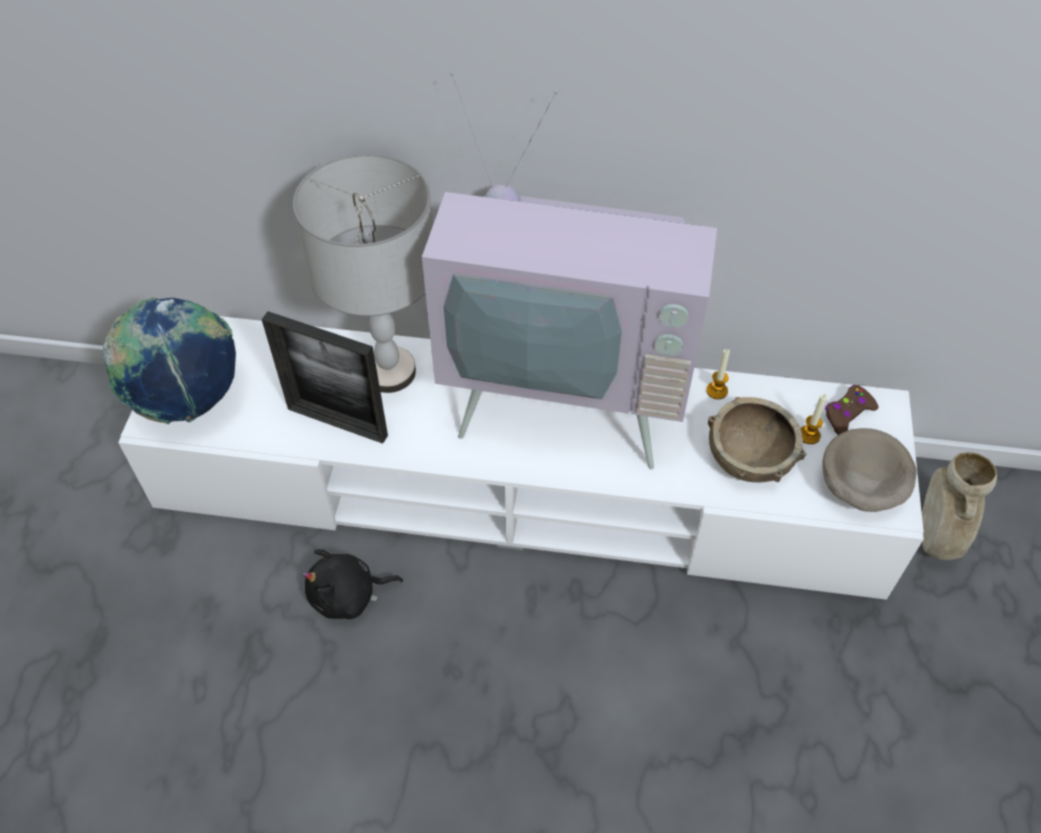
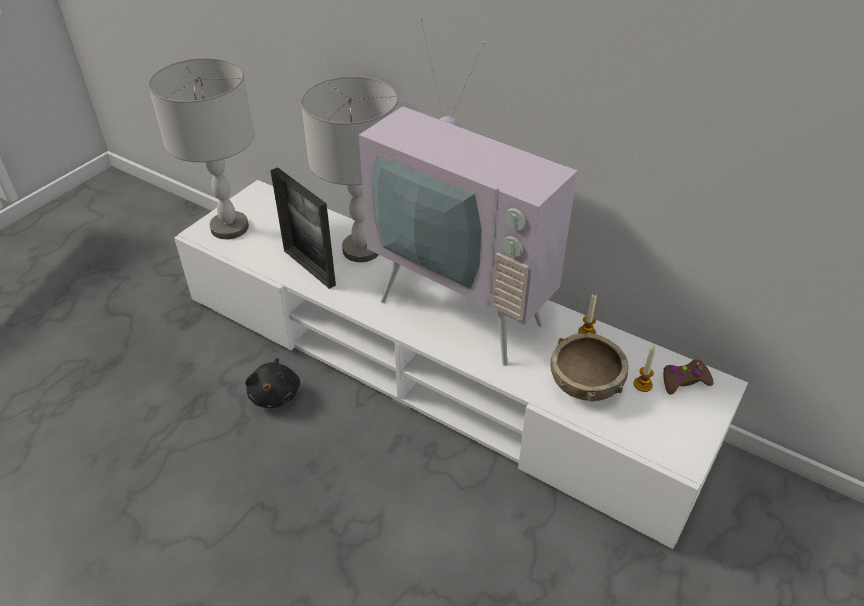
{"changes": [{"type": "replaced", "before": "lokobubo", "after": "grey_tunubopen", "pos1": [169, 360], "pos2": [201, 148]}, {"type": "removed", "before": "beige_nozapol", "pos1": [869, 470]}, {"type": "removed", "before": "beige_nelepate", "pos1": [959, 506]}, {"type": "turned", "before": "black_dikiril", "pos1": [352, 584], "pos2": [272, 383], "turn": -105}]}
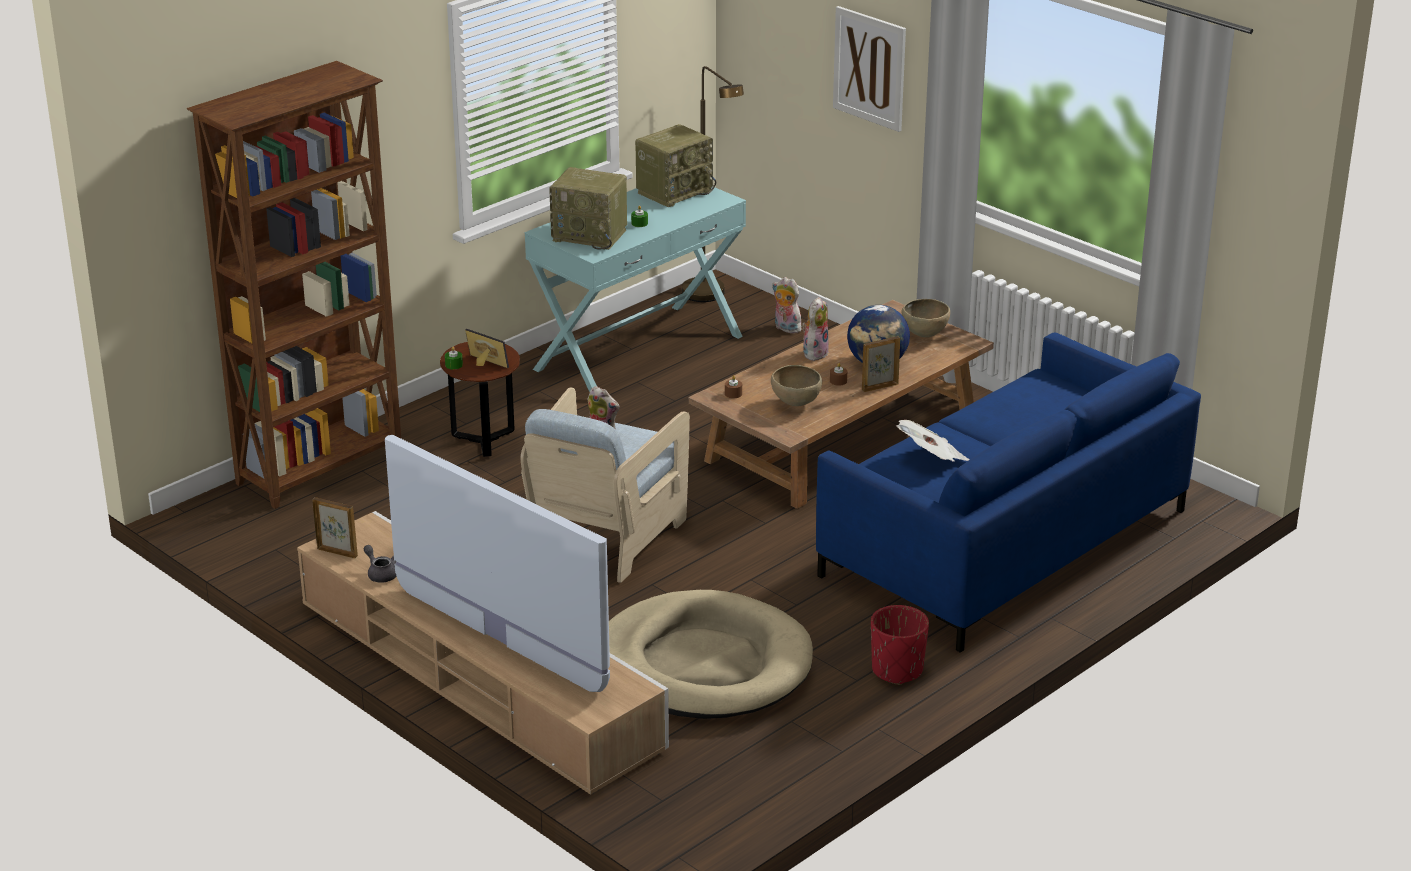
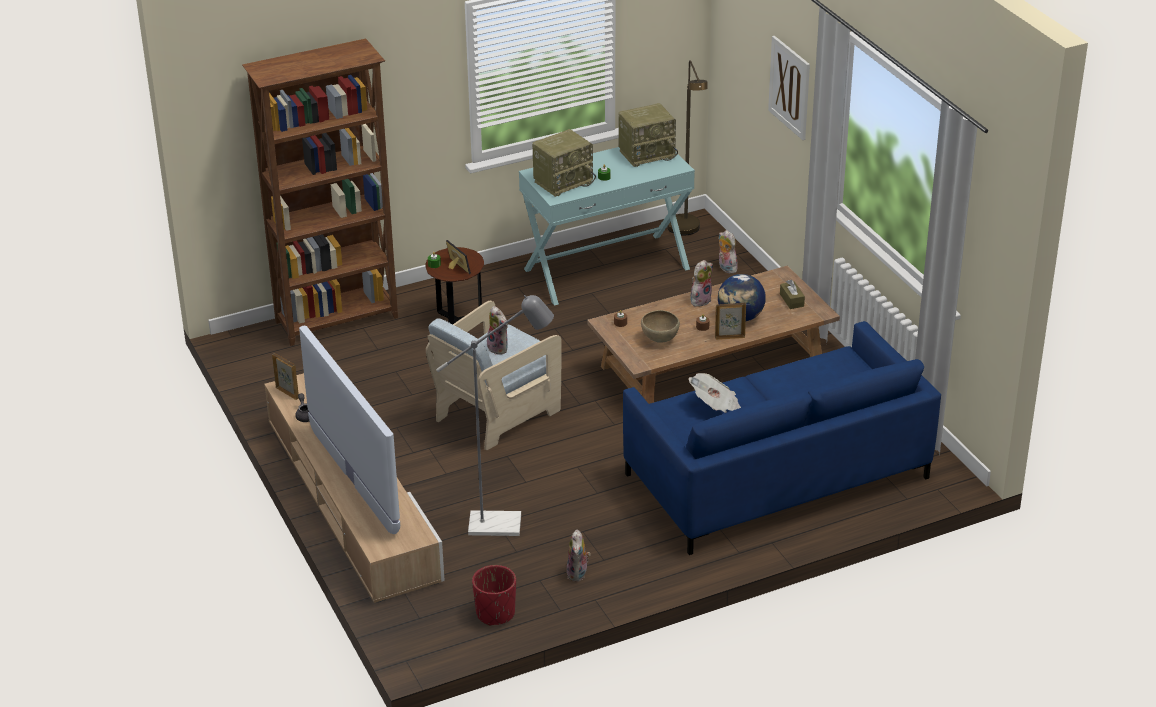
{"changes": [{"type": "turned", "before": "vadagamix", "pos1": [588, 208], "pos2": [564, 163], "turn": -75}, {"type": "replaced", "before": "brown_nozapol", "after": "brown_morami", "pos1": [926, 318], "pos2": [792, 294]}, {"type": "replaced", "before": "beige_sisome", "after": "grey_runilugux", "pos1": [711, 654], "pos2": [495, 415]}, {"type": "moved", "before": "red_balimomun", "pos1": [900, 645], "pos2": [494, 595]}, {"type": "added", "after": "dikiril", "pos2": [578, 555]}]}
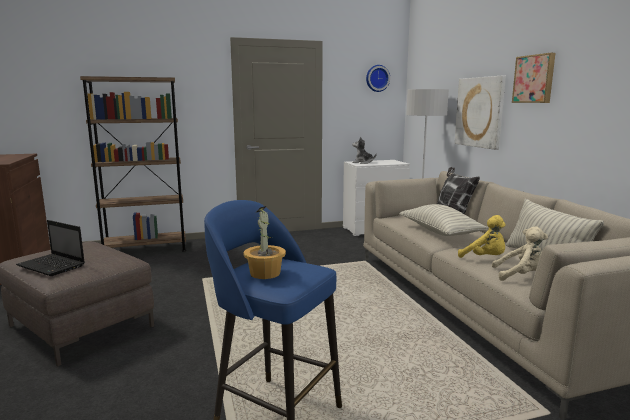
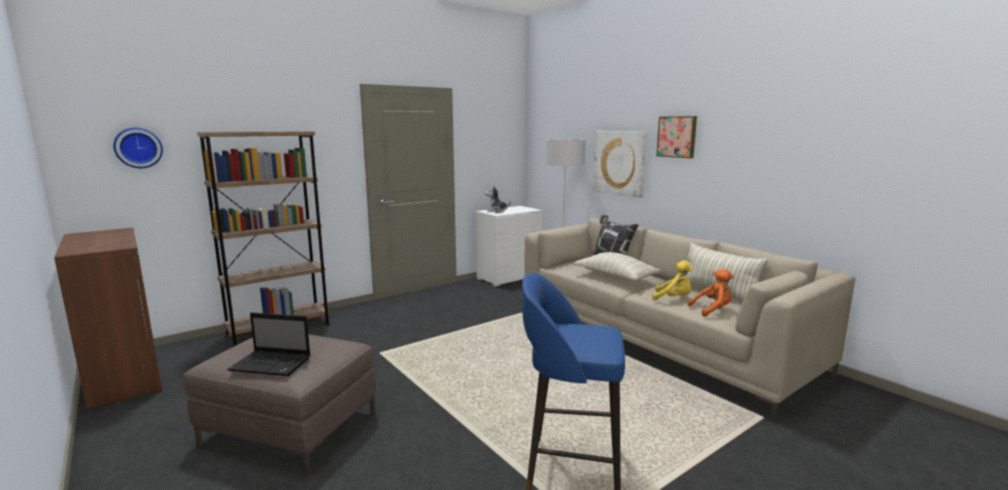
{"changes": [{"type": "moved", "before": "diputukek", "pos1": [378, 78], "pos2": [138, 148]}, {"type": "removed", "before": "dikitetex", "pos1": [265, 242]}, {"type": "recoloured", "before": "beige_dikiril", "after": "orange_dikiril", "pos1": [520, 253], "pos2": [711, 293]}]}
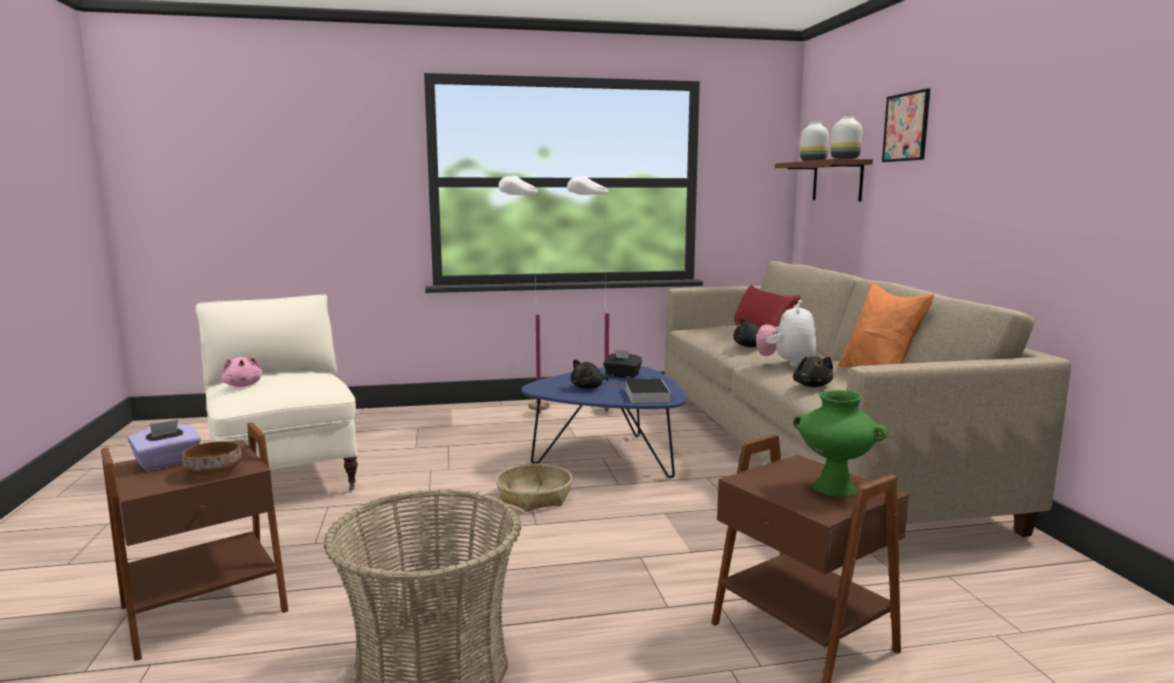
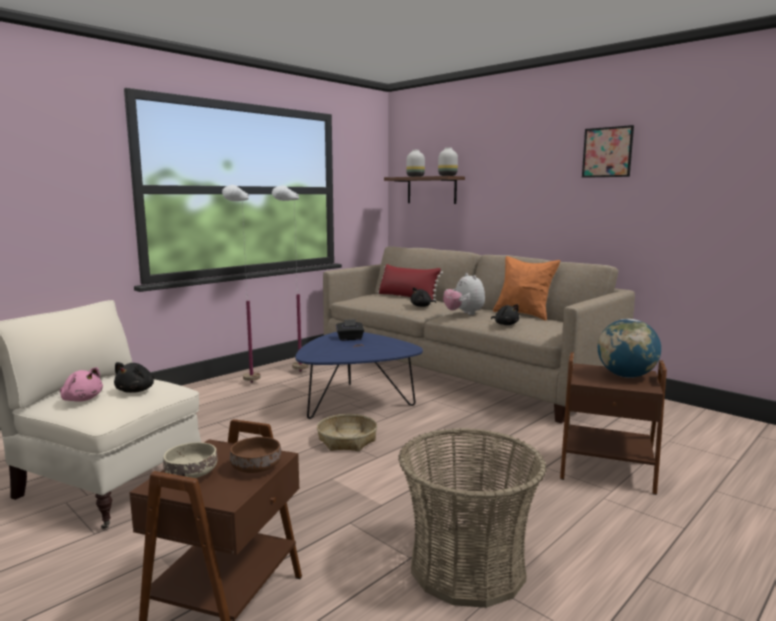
{"changes": [{"type": "moved", "before": "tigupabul", "pos1": [906, 125], "pos2": [608, 151]}, {"type": "moved", "before": "black_dikiril", "pos1": [589, 374], "pos2": [134, 377]}, {"type": "removed", "before": "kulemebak", "pos1": [648, 391]}, {"type": "replaced", "before": "green_nelepate", "after": "lokobubo", "pos1": [840, 444], "pos2": [629, 348]}, {"type": "replaced", "before": "purple_morami", "after": "beige_nozapol", "pos1": [164, 445], "pos2": [190, 460]}]}
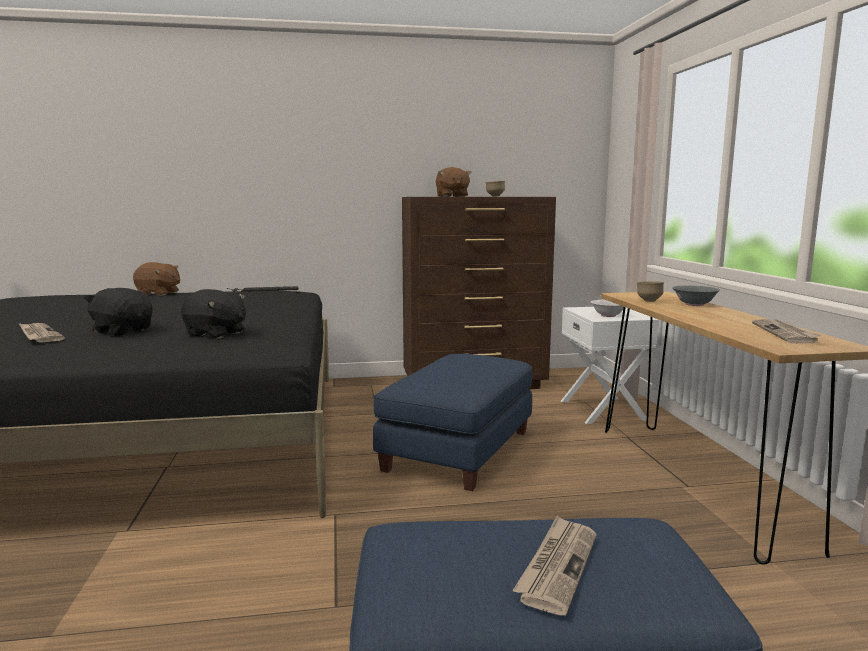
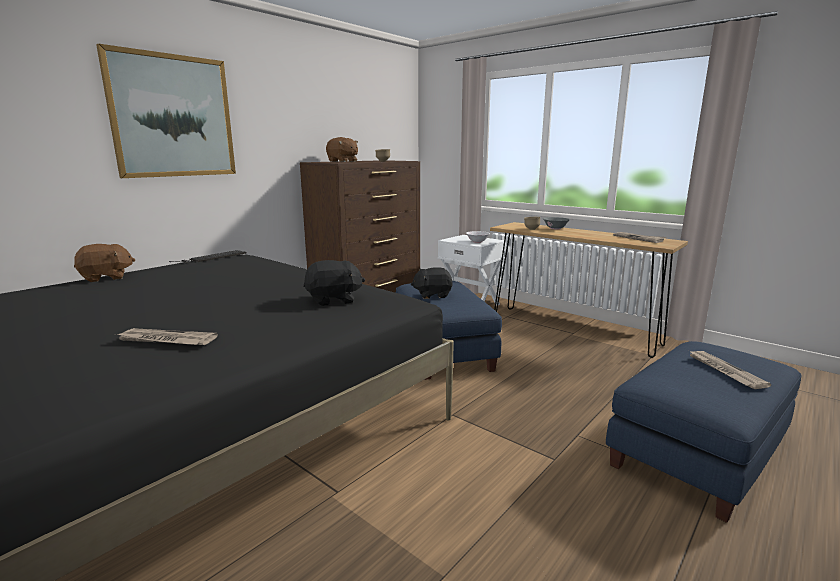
{"changes": [{"type": "moved", "before": "black_dikiril", "pos1": [118, 312], "pos2": [431, 283]}, {"type": "added", "after": "tigupabul", "pos2": [166, 111]}]}
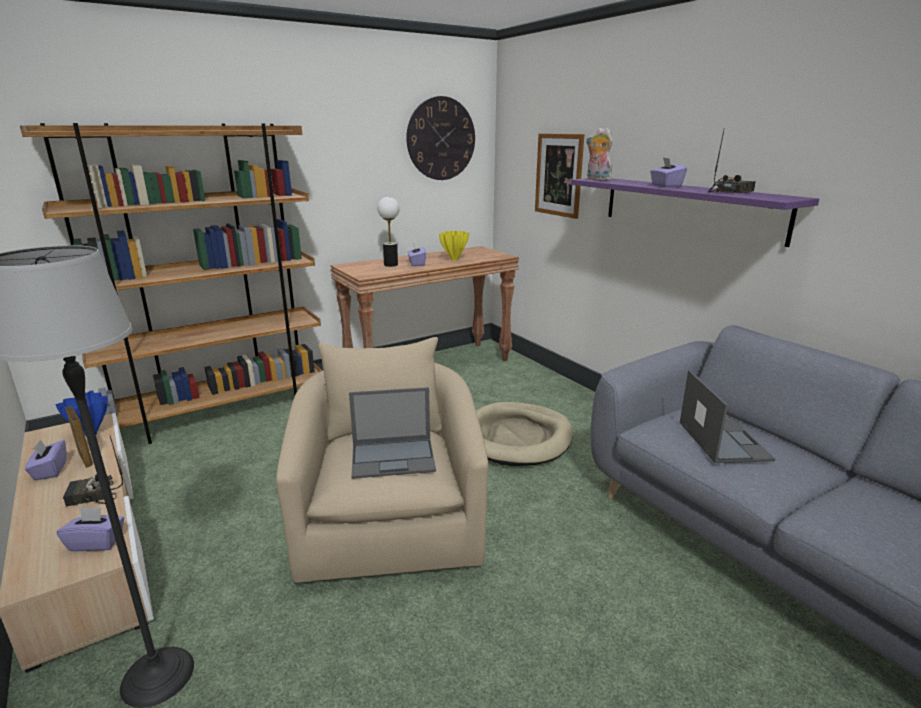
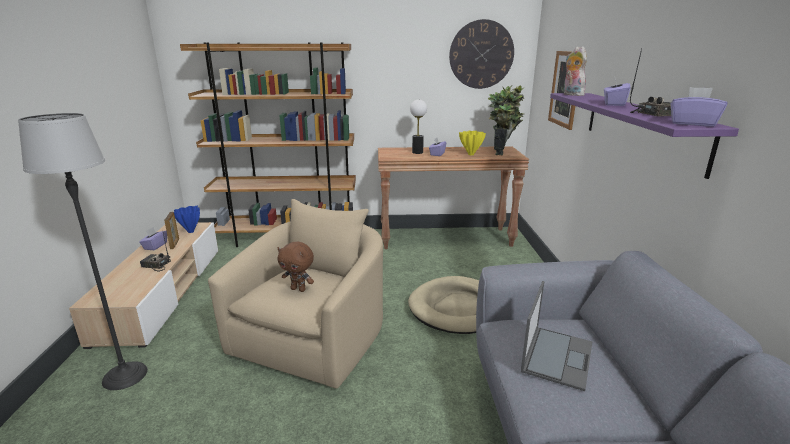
{"changes": [{"type": "replaced", "before": "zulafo", "after": "brown_dikiril", "pos1": [392, 433], "pos2": [296, 267]}, {"type": "moved", "before": "purple_morami", "pos1": [90, 529], "pos2": [699, 106]}, {"type": "added", "after": "dikitetex", "pos2": [506, 120]}]}
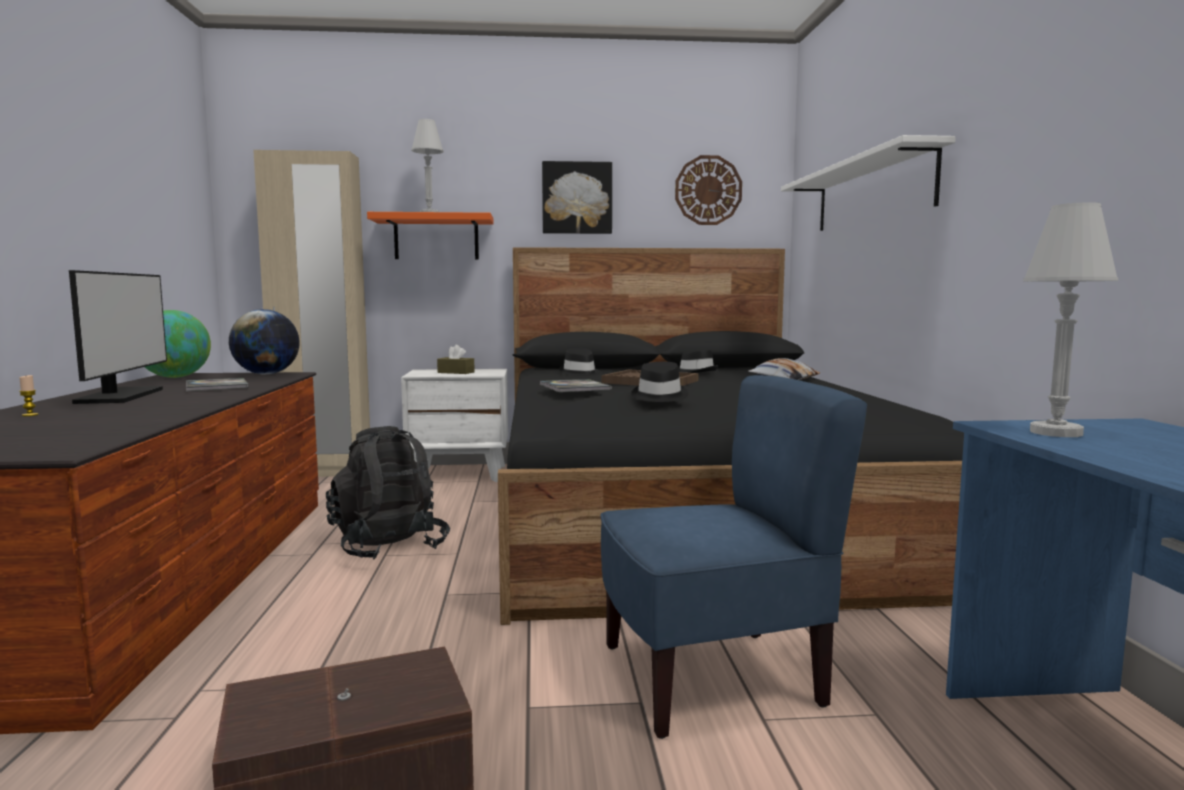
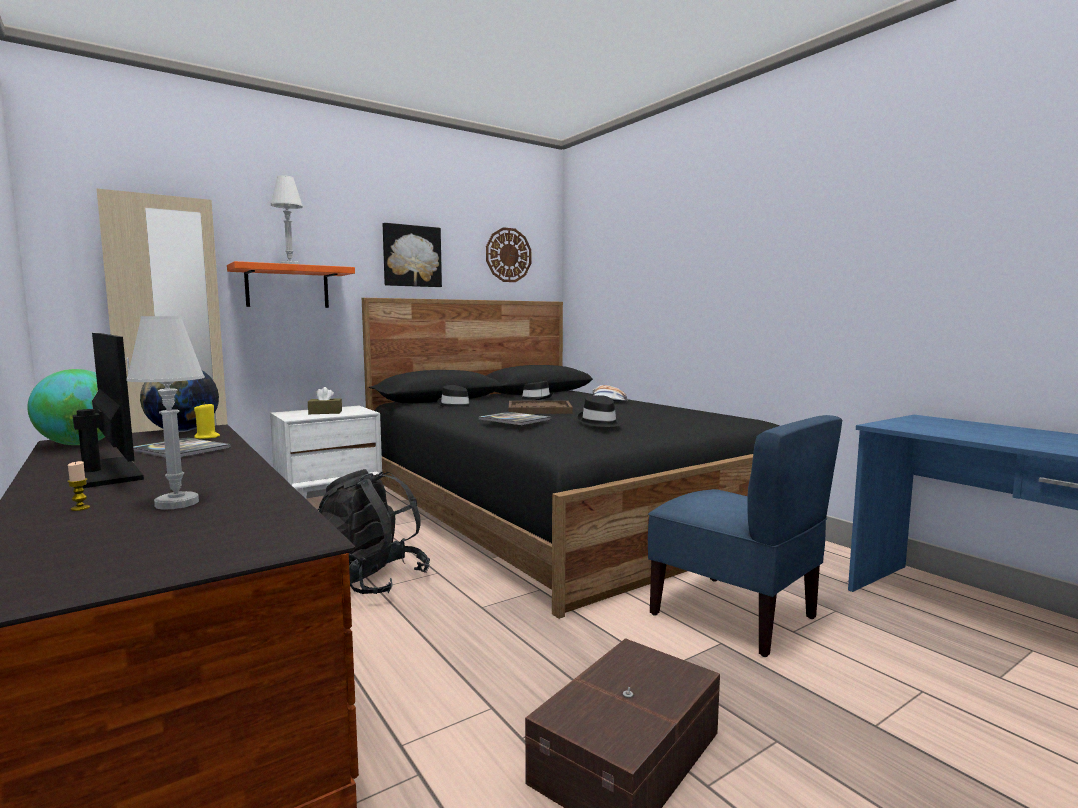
{"changes": [{"type": "removed", "before": "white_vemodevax", "pos1": [868, 183]}, {"type": "moved", "before": "white_tunubopen", "pos1": [1070, 319], "pos2": [165, 412]}, {"type": "turned", "before": "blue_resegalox", "pos1": [733, 557], "pos2": [745, 536], "turn": 90}, {"type": "added", "after": "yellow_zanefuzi", "pos2": [207, 420]}]}
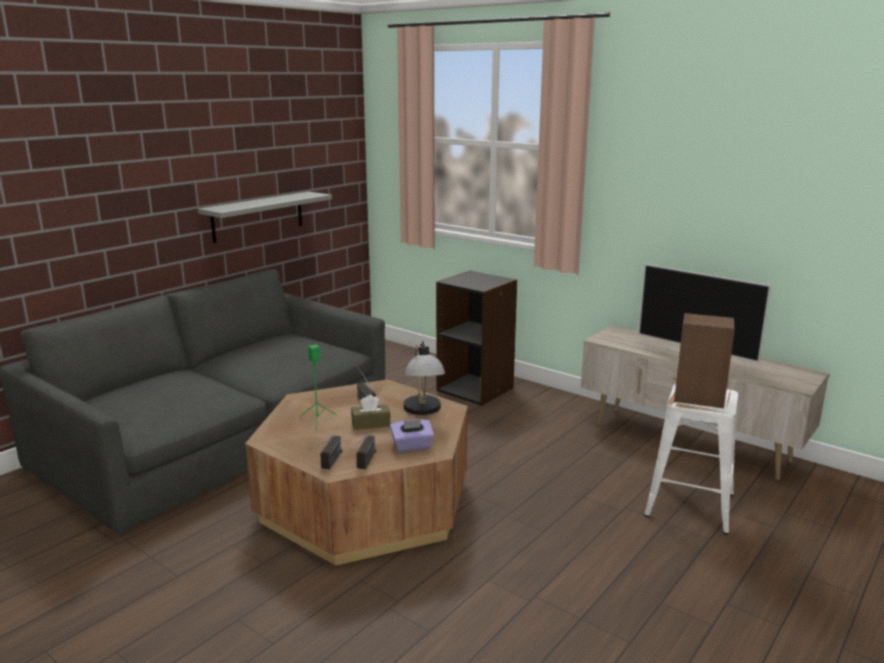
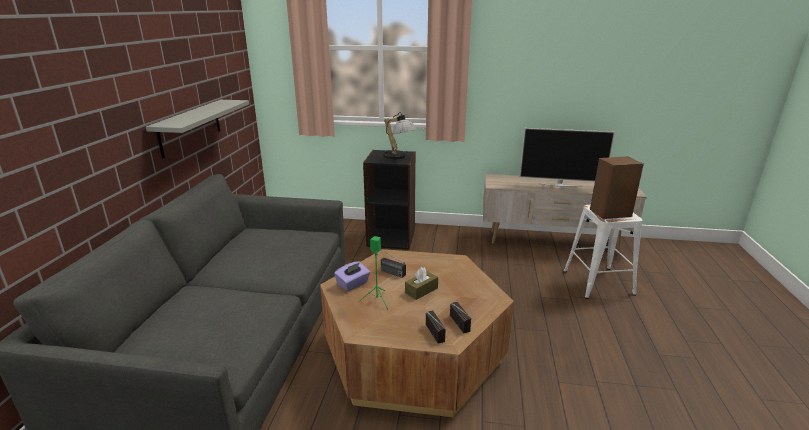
{"changes": [{"type": "moved", "before": "tunubopen", "pos1": [424, 378], "pos2": [400, 136]}, {"type": "moved", "before": "purple_morami", "pos1": [412, 435], "pos2": [352, 276]}]}
